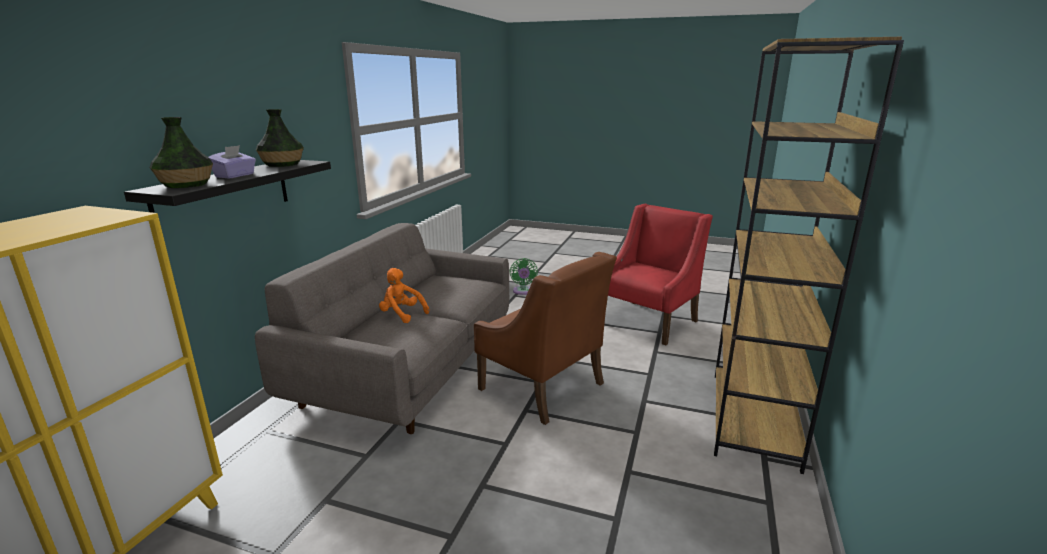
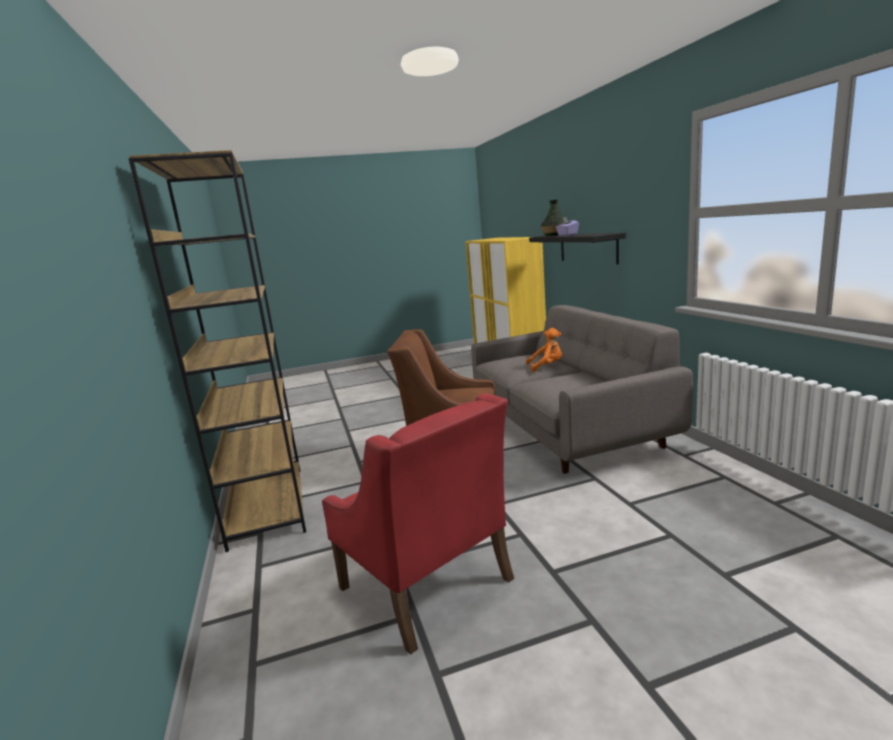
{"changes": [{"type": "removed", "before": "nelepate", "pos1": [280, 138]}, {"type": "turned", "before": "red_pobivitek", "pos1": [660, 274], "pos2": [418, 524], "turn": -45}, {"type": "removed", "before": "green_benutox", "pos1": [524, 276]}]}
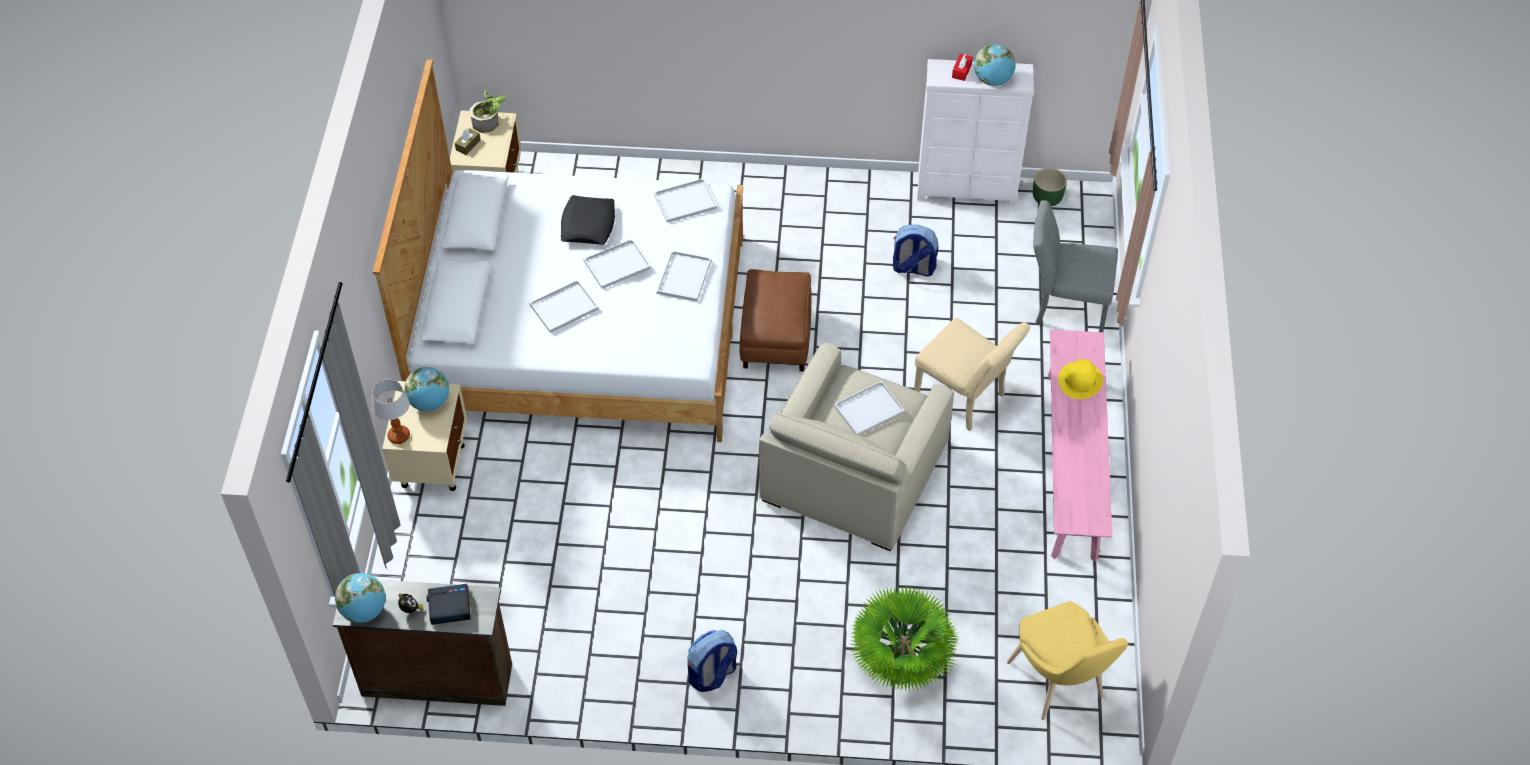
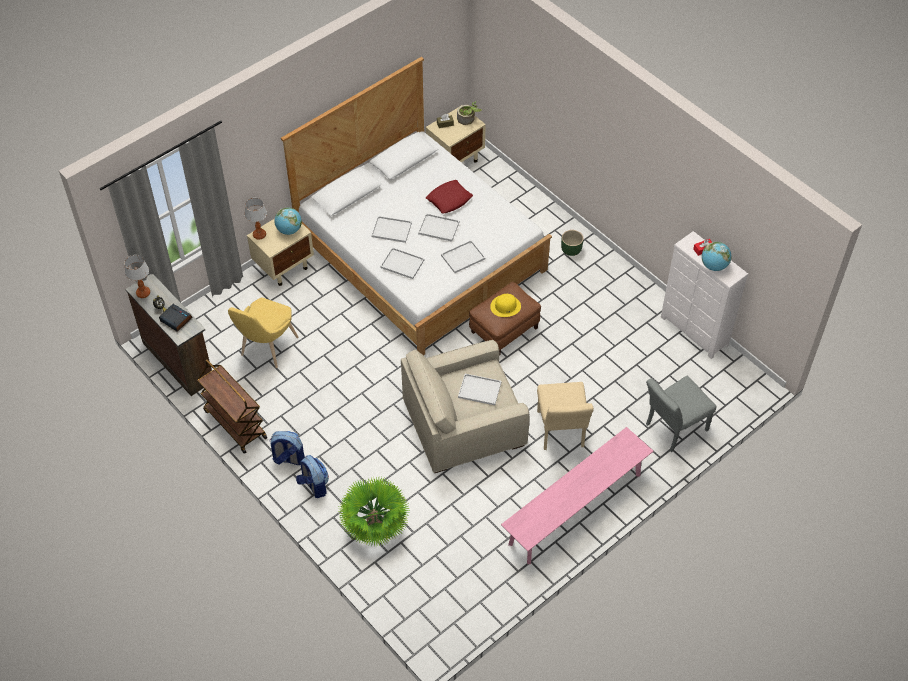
{"changes": [{"type": "moved", "before": "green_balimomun", "pos1": [1050, 187], "pos2": [572, 243]}, {"type": "moved", "before": "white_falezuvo", "pos1": [685, 200], "pos2": [402, 263]}, {"type": "recoloured", "before": "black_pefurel", "after": "red_pefurel", "pos1": [588, 220], "pos2": [449, 197]}, {"type": "turned", "before": "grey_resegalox", "pos1": [1075, 266], "pos2": [681, 414], "turn": -90}, {"type": "moved", "before": "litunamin", "pos1": [915, 251], "pos2": [312, 476]}, {"type": "moved", "before": "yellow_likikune", "pos1": [1080, 379], "pos2": [505, 305]}, {"type": "replaced", "before": "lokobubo", "after": "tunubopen", "pos1": [360, 598], "pos2": [137, 276]}, {"type": "moved", "before": "yellow_resegalox", "pos1": [1067, 660], "pos2": [263, 332]}, {"type": "added", "after": "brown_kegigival", "pos2": [232, 406]}]}
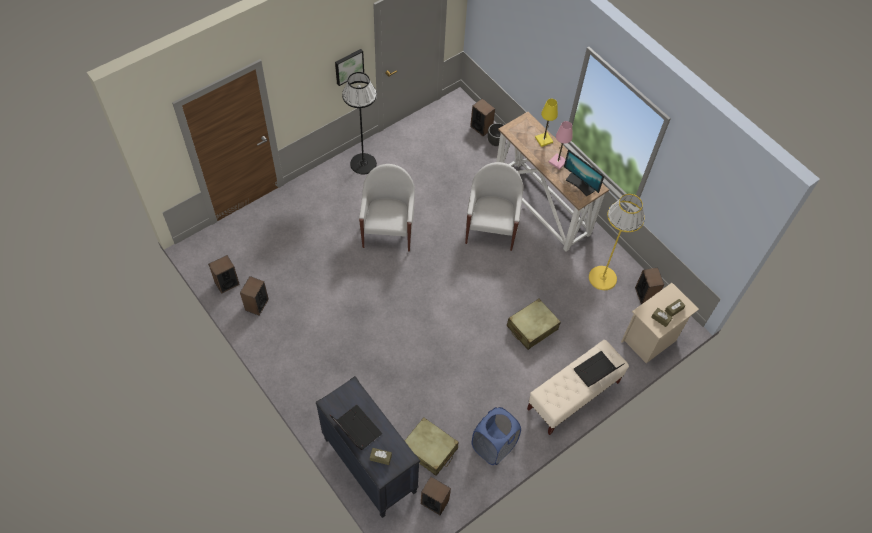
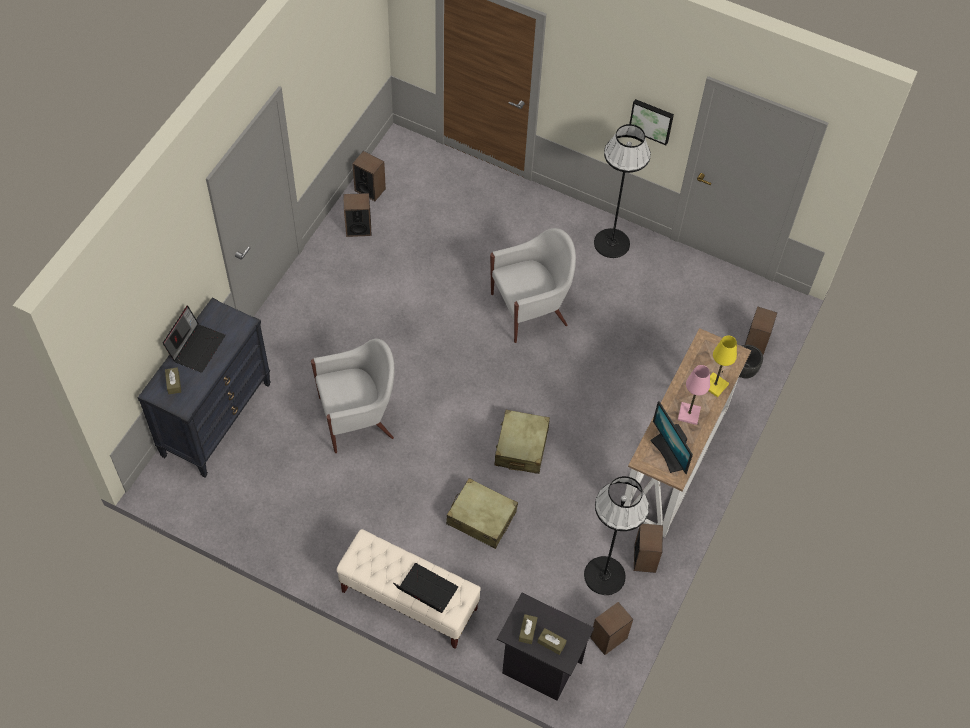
{"changes": [{"type": "turned", "before": "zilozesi", "pos1": [584, 172], "pos2": [672, 437], "turn": -45}, {"type": "moved", "before": "white_pobivitek", "pos1": [494, 206], "pos2": [353, 396]}, {"type": "recoloured", "before": "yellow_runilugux", "after": "black_runilugux", "pos1": [617, 242], "pos2": [616, 535]}, {"type": "recoloured", "before": "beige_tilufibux", "after": "black_tilufibux", "pos1": [660, 323], "pos2": [545, 647]}, {"type": "removed", "before": "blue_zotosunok", "pos1": [496, 436]}, {"type": "moved", "before": "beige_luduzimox", "pos1": [432, 446], "pos2": [522, 442]}, {"type": "moved", "before": "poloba", "pos1": [436, 496], "pos2": [648, 548]}]}
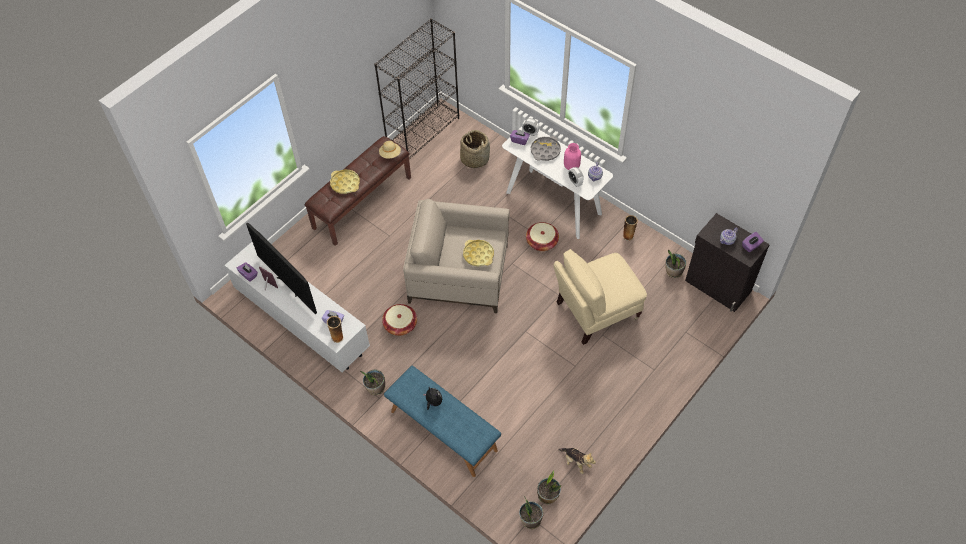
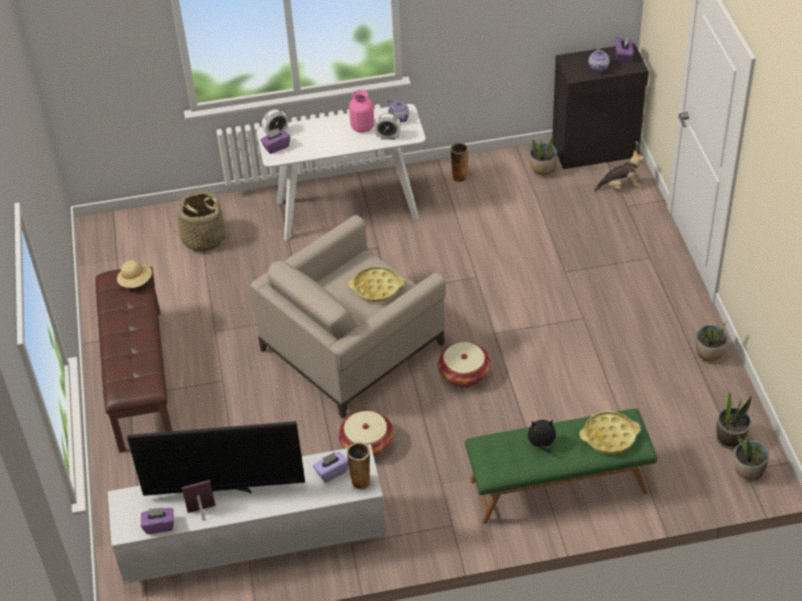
{"changes": [{"type": "removed", "before": "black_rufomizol", "pos1": [416, 90]}, {"type": "removed", "before": "grey_falezuvo", "pos1": [546, 148]}, {"type": "moved", "before": "yellow_falezuvo", "pos1": [345, 182], "pos2": [610, 432]}, {"type": "moved", "before": "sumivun", "pos1": [542, 236], "pos2": [464, 364]}, {"type": "removed", "before": "beige_pobivitek", "pos1": [600, 297]}, {"type": "recoloured", "before": "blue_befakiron", "after": "green_befakiron", "pos1": [442, 421], "pos2": [561, 466]}, {"type": "moved", "before": "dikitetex", "pos1": [372, 382], "pos2": [712, 342]}, {"type": "moved", "before": "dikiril", "pos1": [577, 461], "pos2": [619, 170]}]}
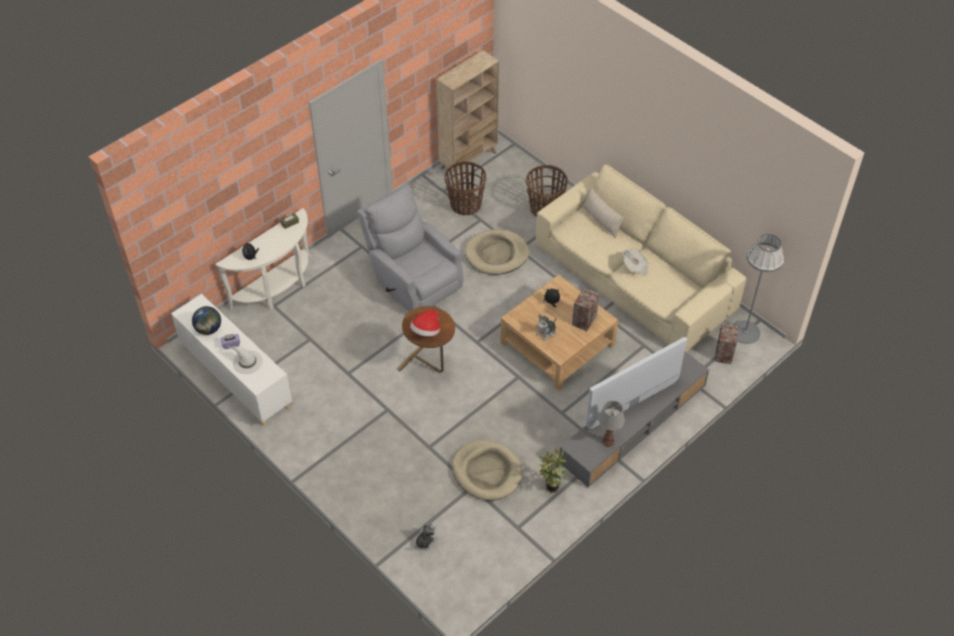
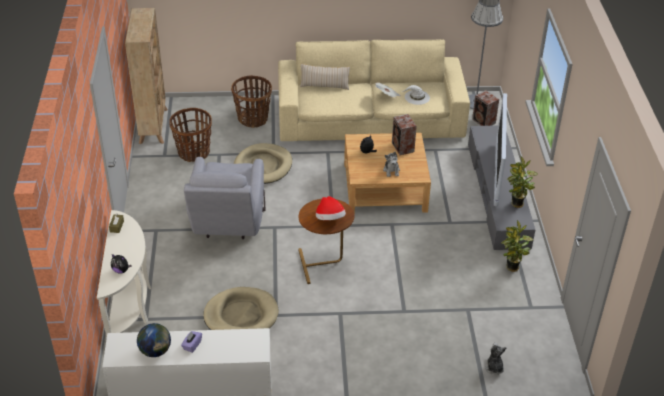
{"changes": [{"type": "turned", "before": "grey_pobivitek", "pos1": [410, 248], "pos2": [224, 198], "turn": -90}, {"type": "moved", "before": "white_likikune", "pos1": [245, 360], "pos2": [415, 95]}, {"type": "replaced", "before": "tunubopen", "after": "dikitetex", "pos1": [611, 424], "pos2": [522, 182]}, {"type": "moved", "before": "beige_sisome", "pos1": [487, 470], "pos2": [241, 308]}]}
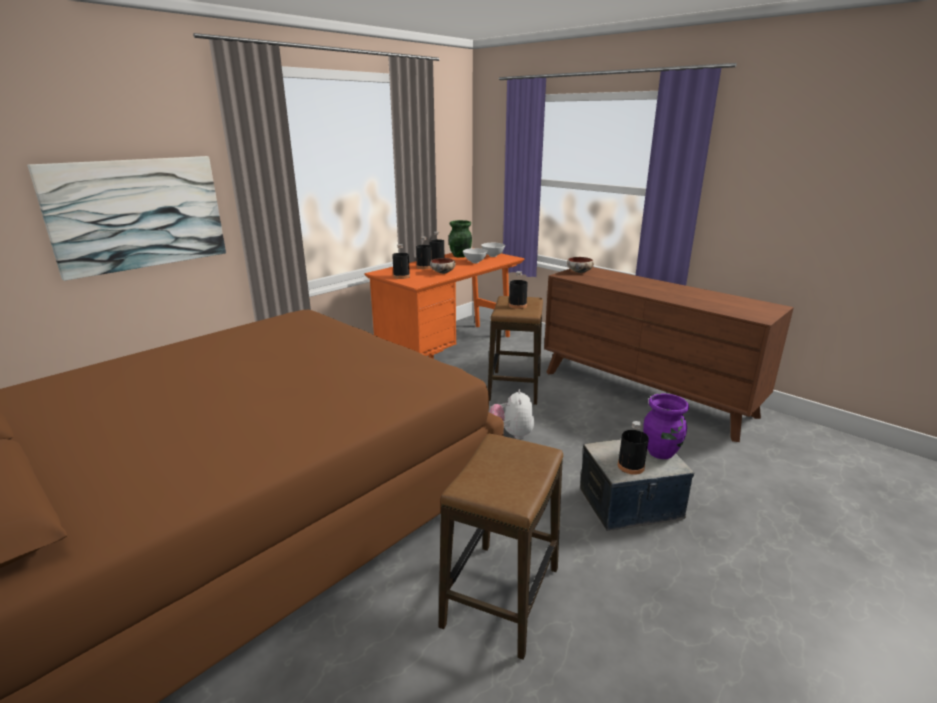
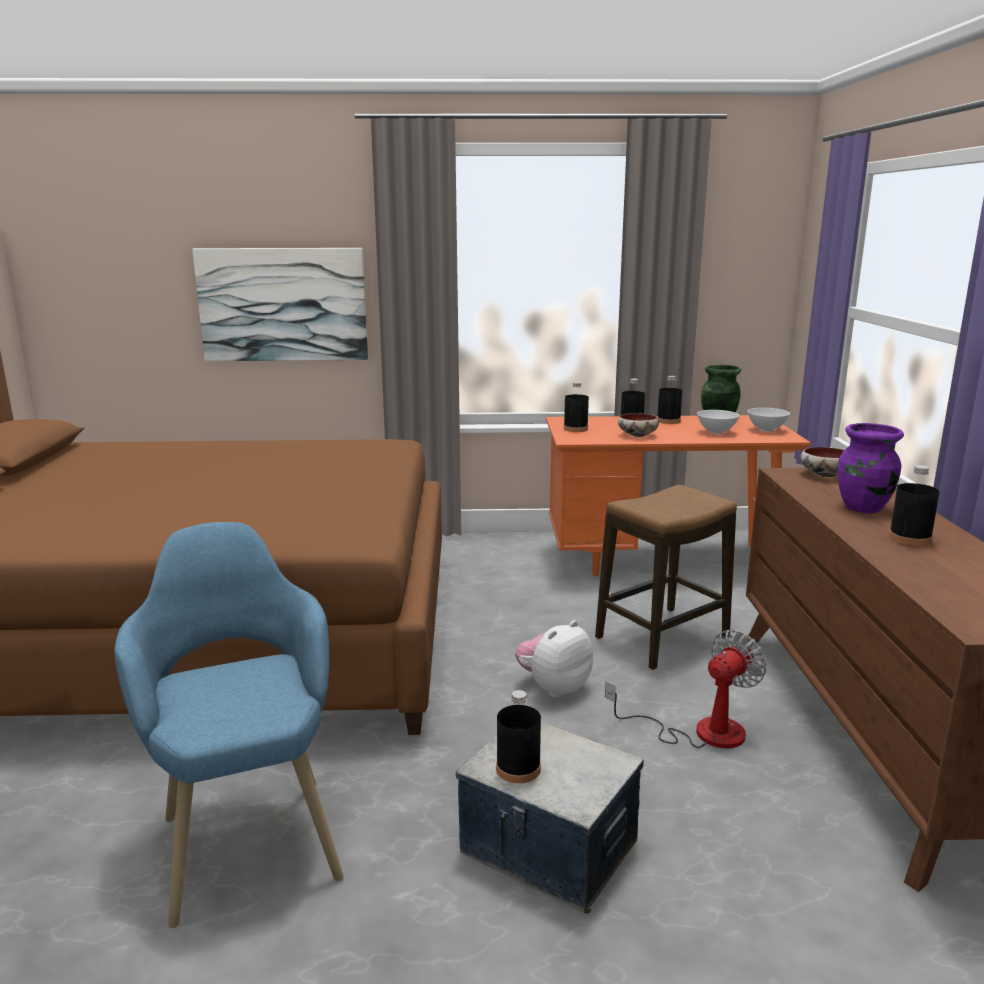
{"changes": [{"type": "moved", "before": "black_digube", "pos1": [518, 290], "pos2": [914, 505]}, {"type": "moved", "before": "purple_nelepate", "pos1": [666, 426], "pos2": [871, 468]}, {"type": "replaced", "before": "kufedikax", "after": "blue_pobivitek", "pos1": [501, 547], "pos2": [229, 725]}, {"type": "added", "after": "benutox", "pos2": [686, 689]}]}
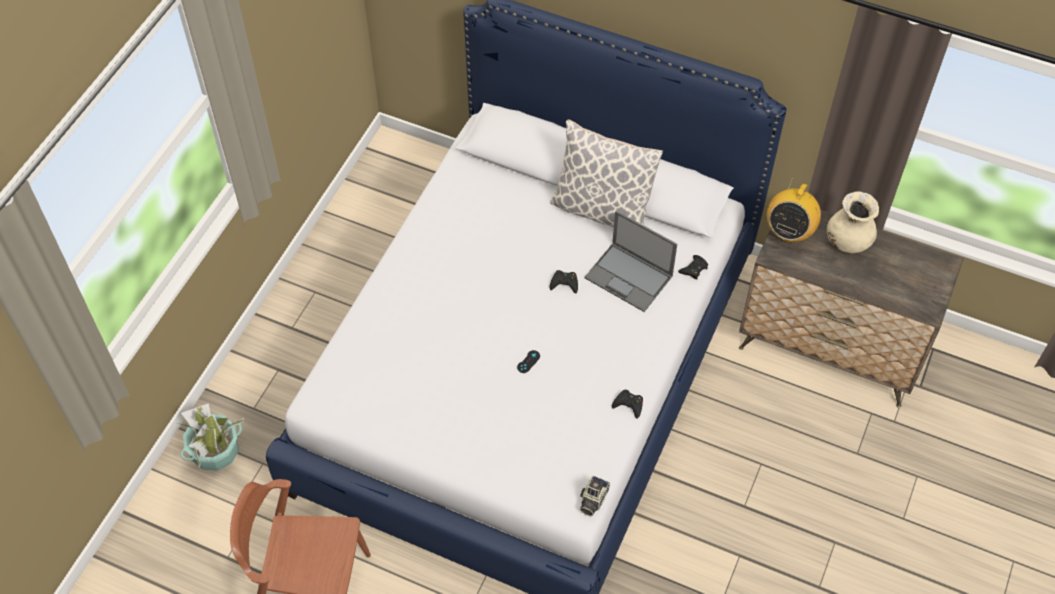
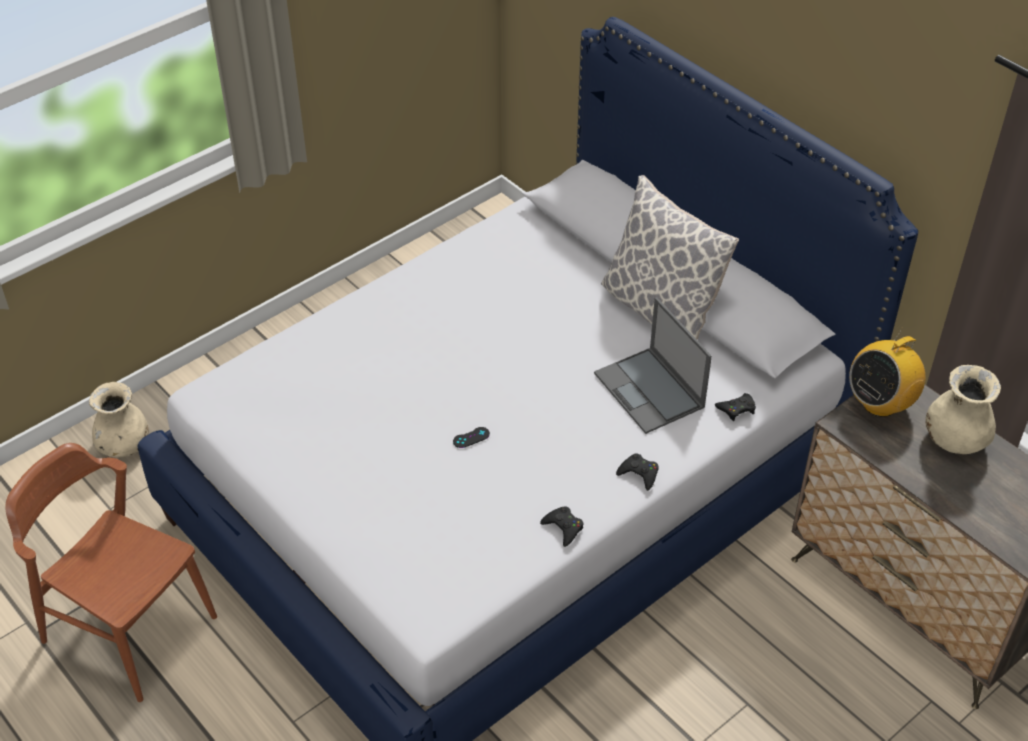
{"changes": [{"type": "moved", "before": "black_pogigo", "pos1": [564, 282], "pos2": [637, 472]}, {"type": "replaced", "before": "dikitetex", "after": "beige_nelepate", "pos1": [210, 437], "pos2": [119, 419]}, {"type": "removed", "before": "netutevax", "pos1": [595, 496]}]}
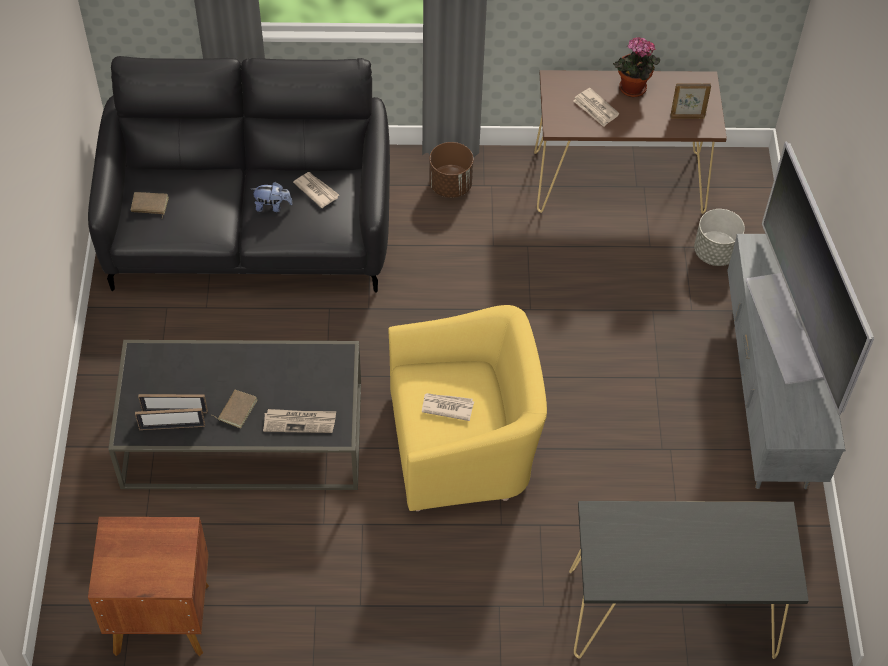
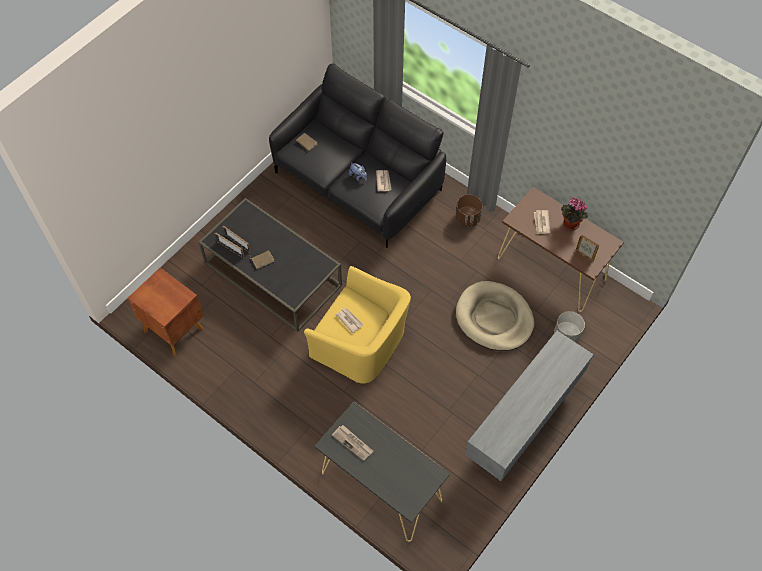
{"changes": [{"type": "removed", "before": "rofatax", "pos1": [809, 278]}, {"type": "moved", "before": "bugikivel", "pos1": [299, 421], "pos2": [352, 443]}, {"type": "added", "after": "beige_sisome", "pos2": [495, 316]}]}
